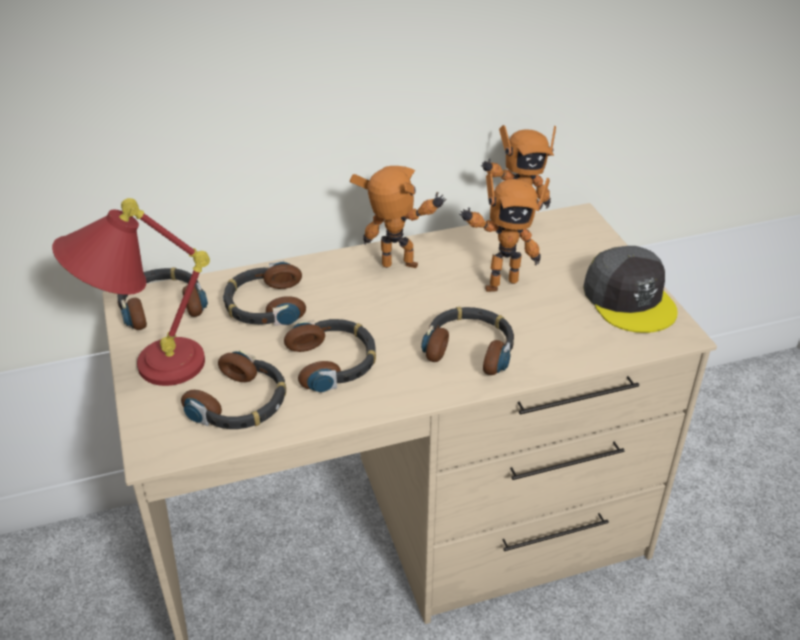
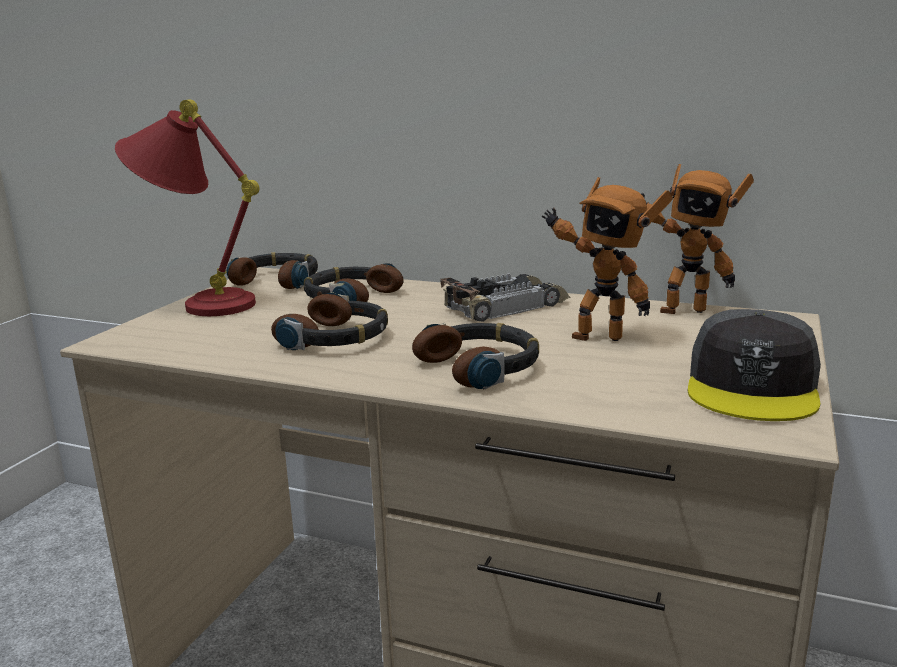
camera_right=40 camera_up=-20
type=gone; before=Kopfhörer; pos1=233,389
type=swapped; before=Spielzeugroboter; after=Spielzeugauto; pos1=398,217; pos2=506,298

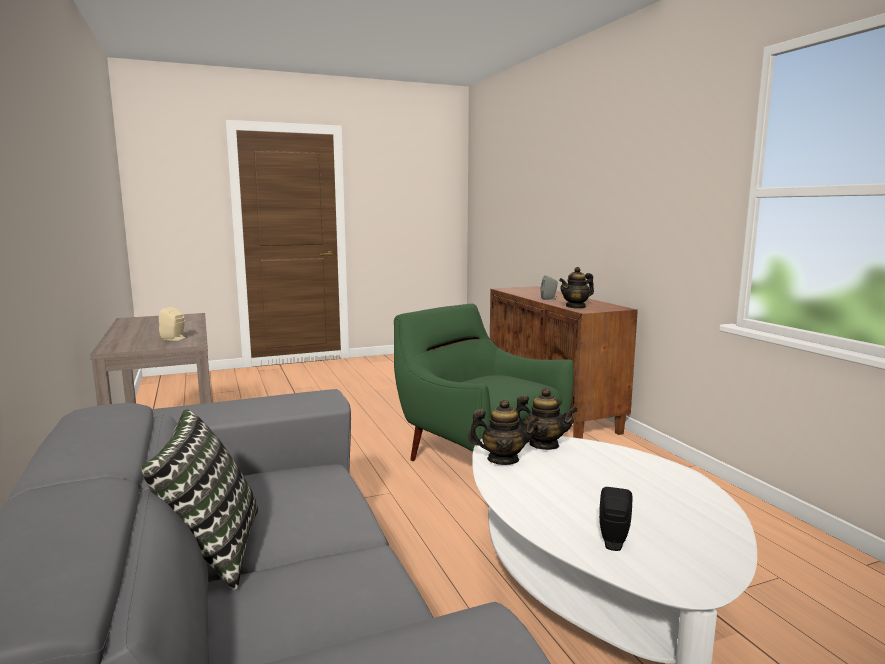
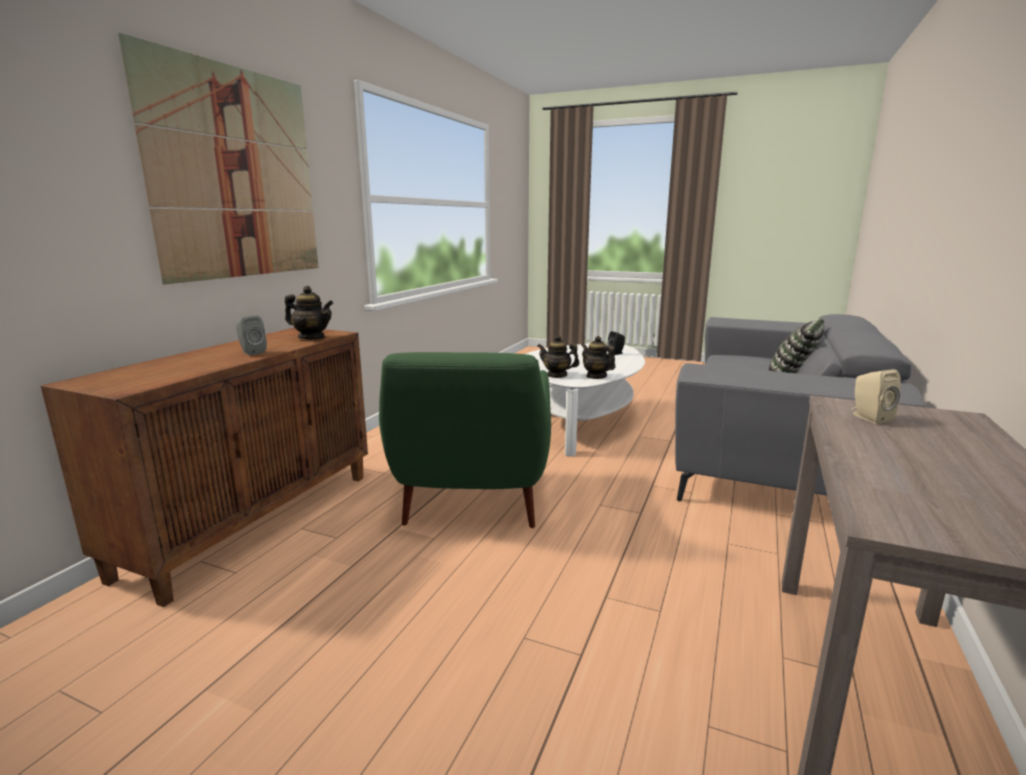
camera_right=-135 camera_up=5
type=new; after=Bild; pos2=218,159
type=rotated; before=Teekanne; pos1=547,419; pos2=559,356; turn=-45

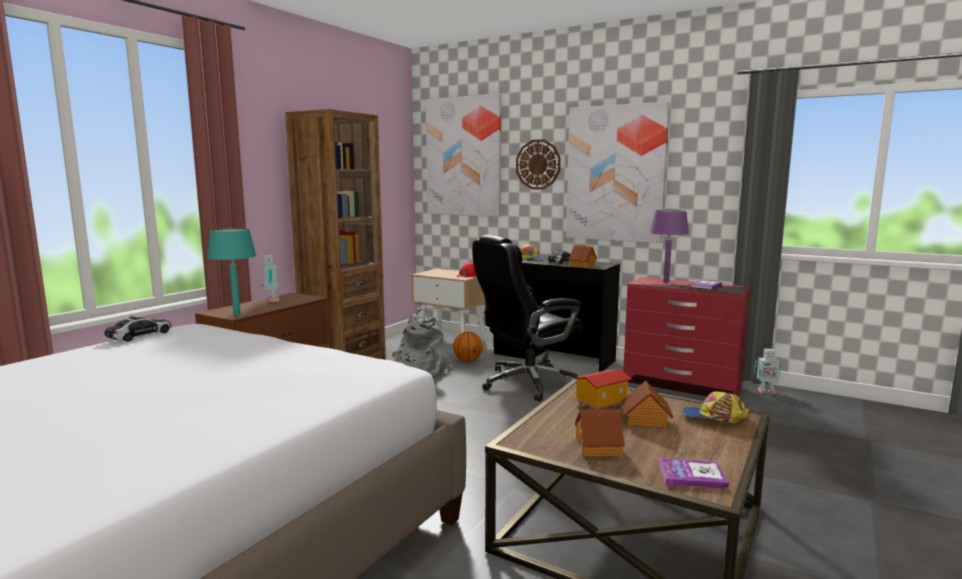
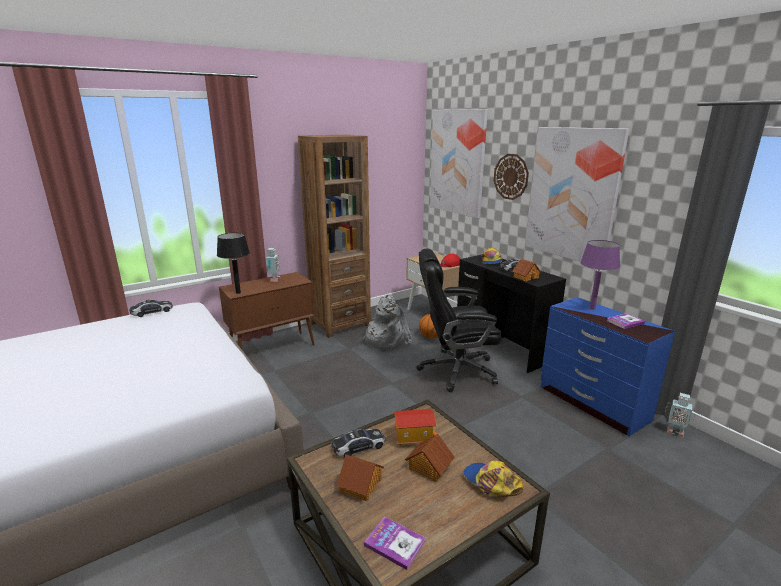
camera_right=25 camera_up=10
type=new; after=Spielzeugauto; pos2=358,443
type=repainted; before=Tischlampe (türkis); after=Tischlampe (schwarz); pos1=231,272; pos2=233,263
type=repainted; before=Kommode (rot); after=Kommode (blau); pos1=687,336; pos2=607,366

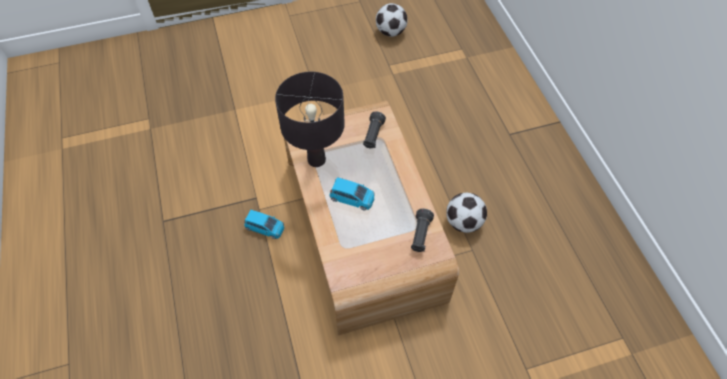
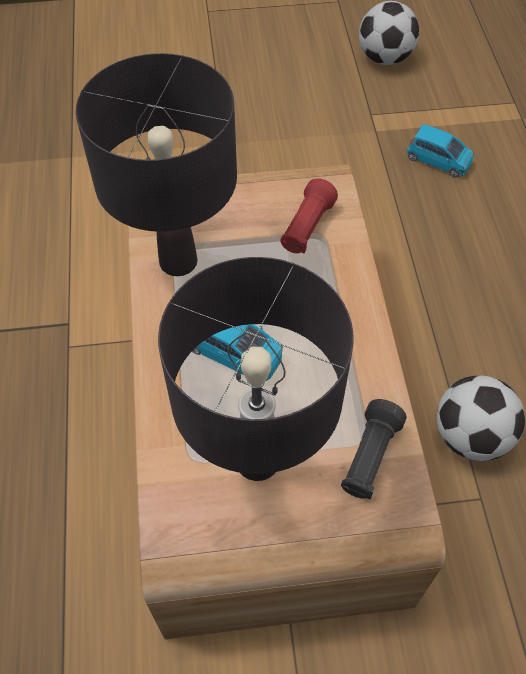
camera_right=10 camera_up=0
type=new; after=Tischlampe (schwarz); pos2=256,369
type=shifted; before=Spielzeugauto (blau); pos1=264,224; pos2=440,151
type=repainted; before=Taschenlampe (schwarz); after=Taschenlampe (rot); pos1=374,129; pos2=309,215

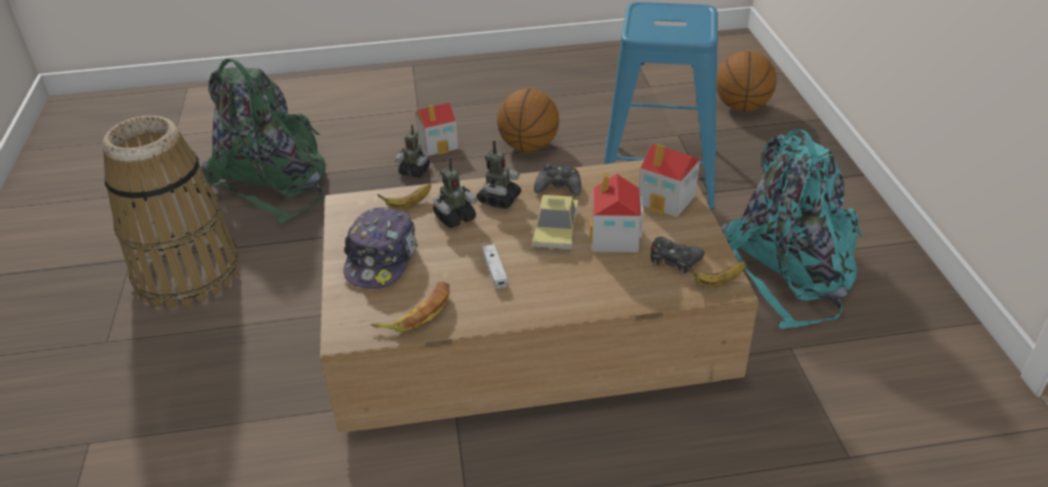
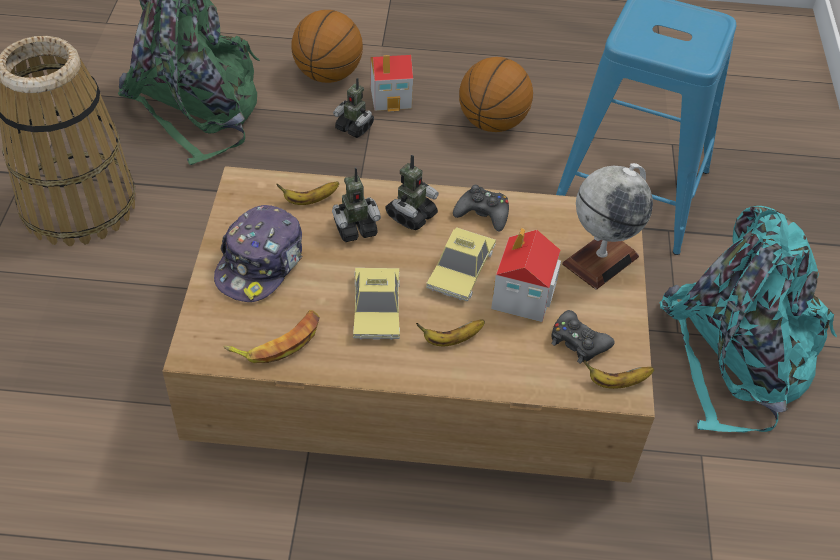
camera_right=10 camera_up=10
type=new; after=Banane; pos2=450,332
type=shifted; before=Basketball; pos1=747,81; pos2=327,46
type=swapped; before=Gamepad (weiß); after=Spielzeugauto; pos1=495,266; pos2=376,304
type=swapped; before=Spielzeughaus; after=Globus; pos1=669,180; pos2=607,226

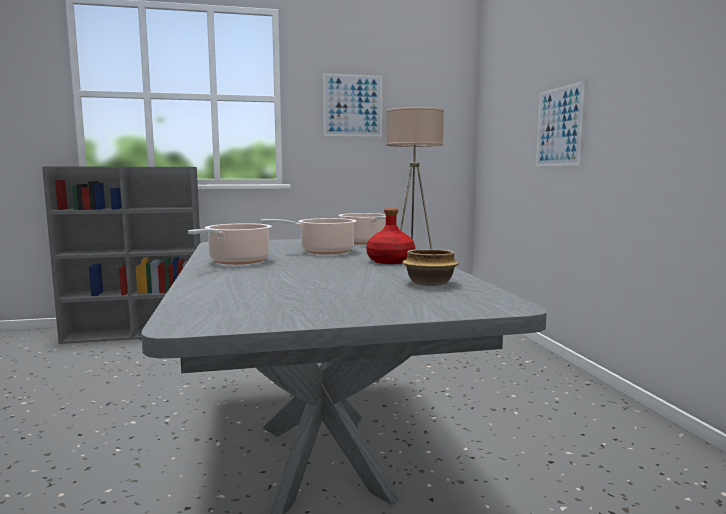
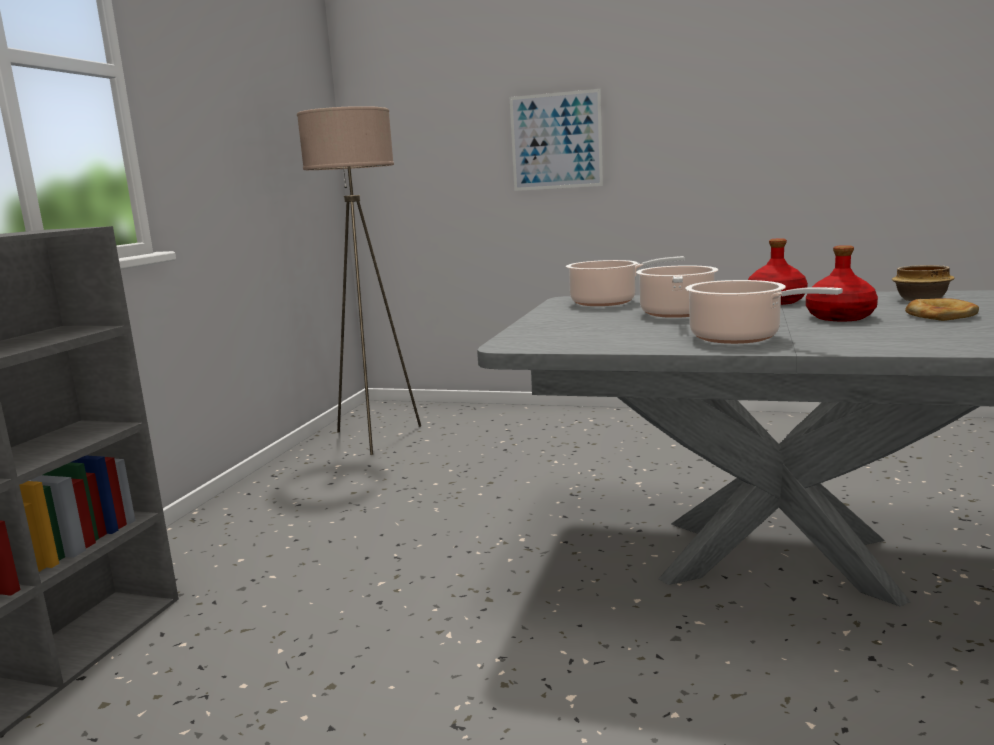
camera_right=-60 camera_up=5
type=gone; before=Bild; pos1=352,105
type=new; after=Flasche (rot); pos2=842,283
type=new; after=Brot; pos2=942,309

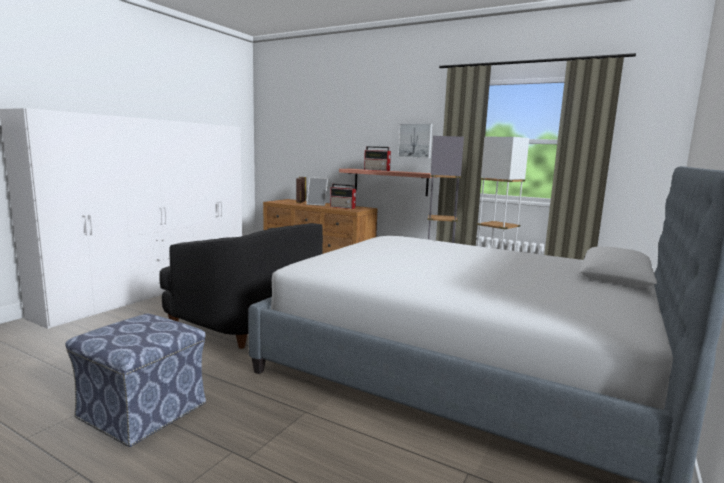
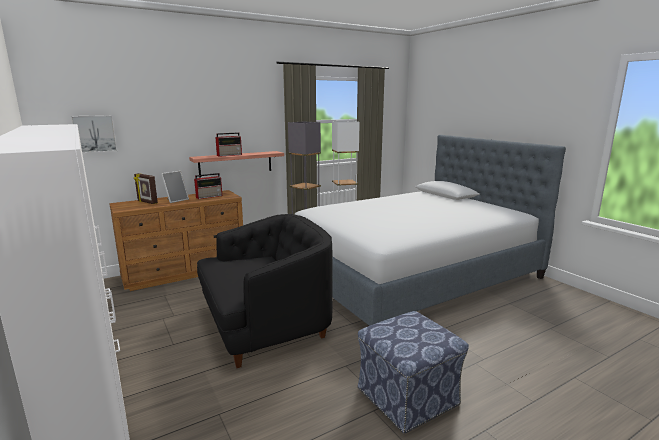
camera_right=-60 camera_up=5
type=shifted; before=Bild; pos1=415,141; pos2=94,134

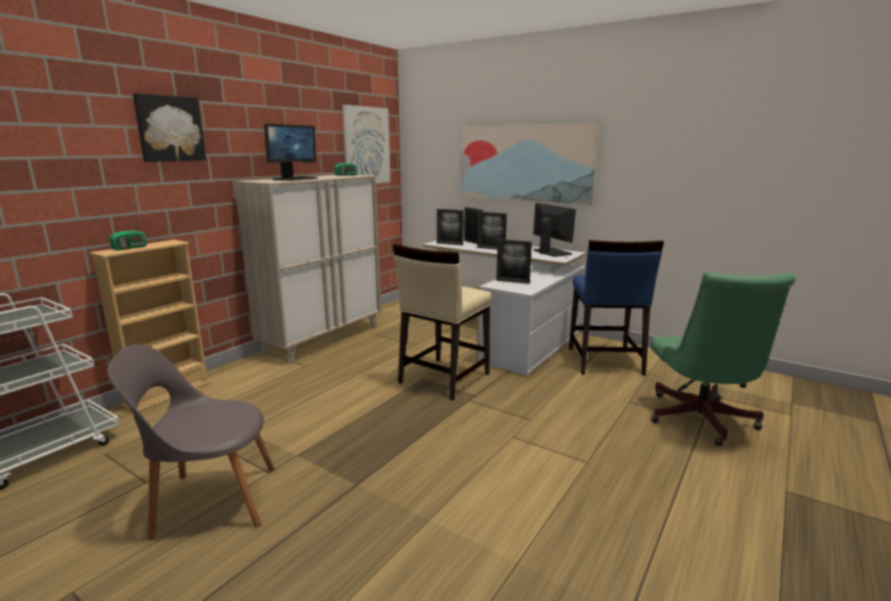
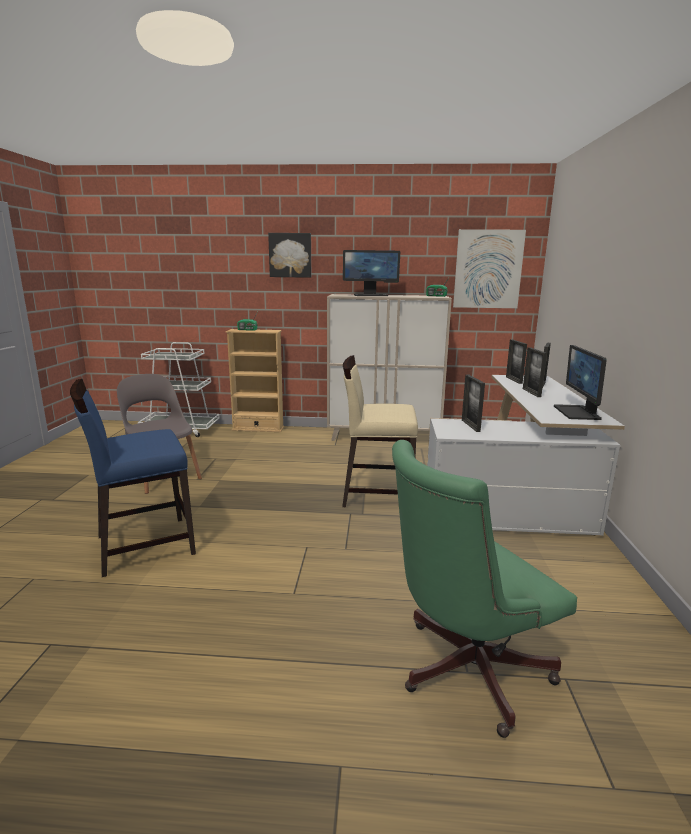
camera_right=60 camera_up=0
type=gone; before=Bild; pos1=529,164
type=shifted; before=Stuhl (blau); pos1=616,308; pos2=133,478
type=rotated; before=Monitor; pos1=554,230; pos2=580,382; turn=150

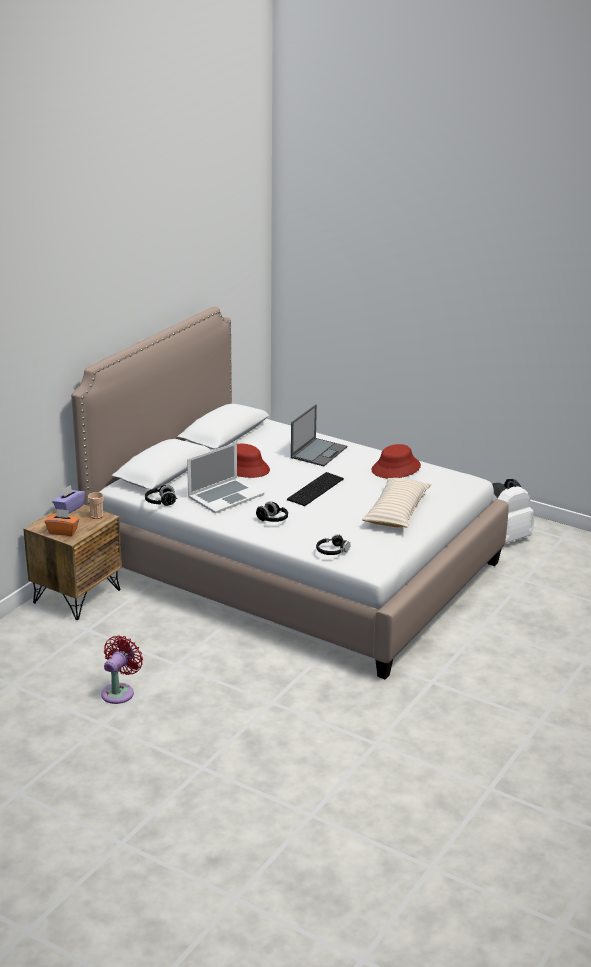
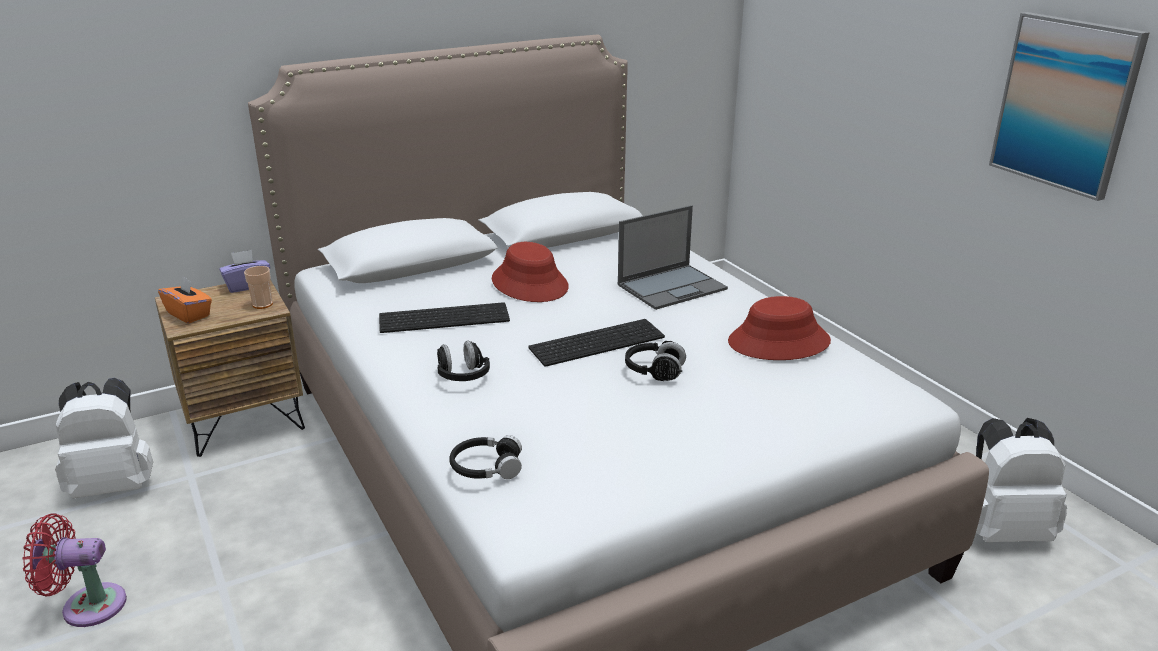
camera_right=30 camera_up=0
type=gone; before=Kissen (beige); pos1=396,503
type=new; after=Rucksack (weiß); pos2=104,438
type=new; after=Bild; pos2=1069,106
type=shifted; before=Kopfhörer (schwarz); pos1=161,495; pos2=655,361
type=swapped; before=Laptop; after=Tastatur; pos1=225,478; pos2=444,317
type=rotated; before=Ventilator (rot); pos1=122,669; pos2=74,570; turn=-150

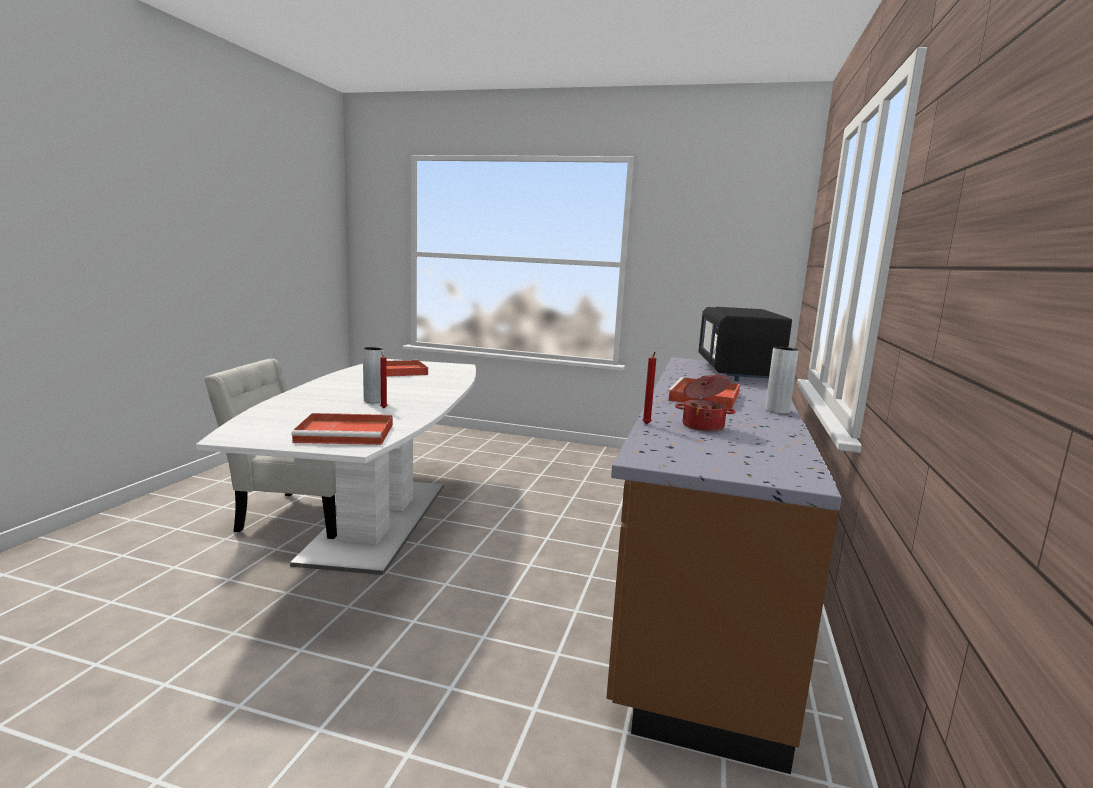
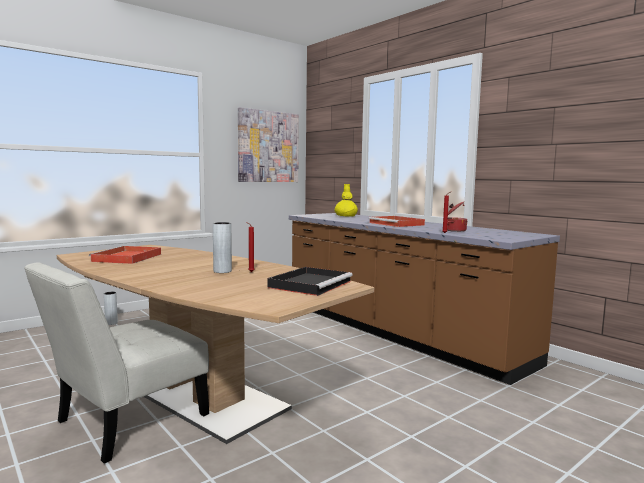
camera_right=-55 camera_up=-5
type=new; after=Bild; pos2=268,144
type=shifted; before=Vase (grau); pos1=782,380; pos2=111,308
type=swapped; before=Mikrowelle (schwarz); after=Vase (gelb); pos1=745,344; pos2=346,200
type=repainted; before=Esstisch (weiß); after=Esstisch (braun); pos1=336,467; pos2=215,344
type=repainted; before=Tablett (rot); after=Tablett (schwarz); pos1=342,429; pos2=310,281

